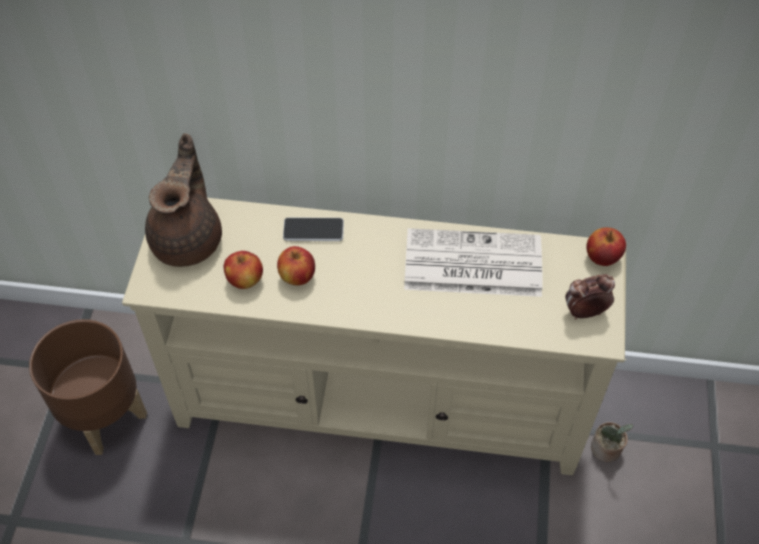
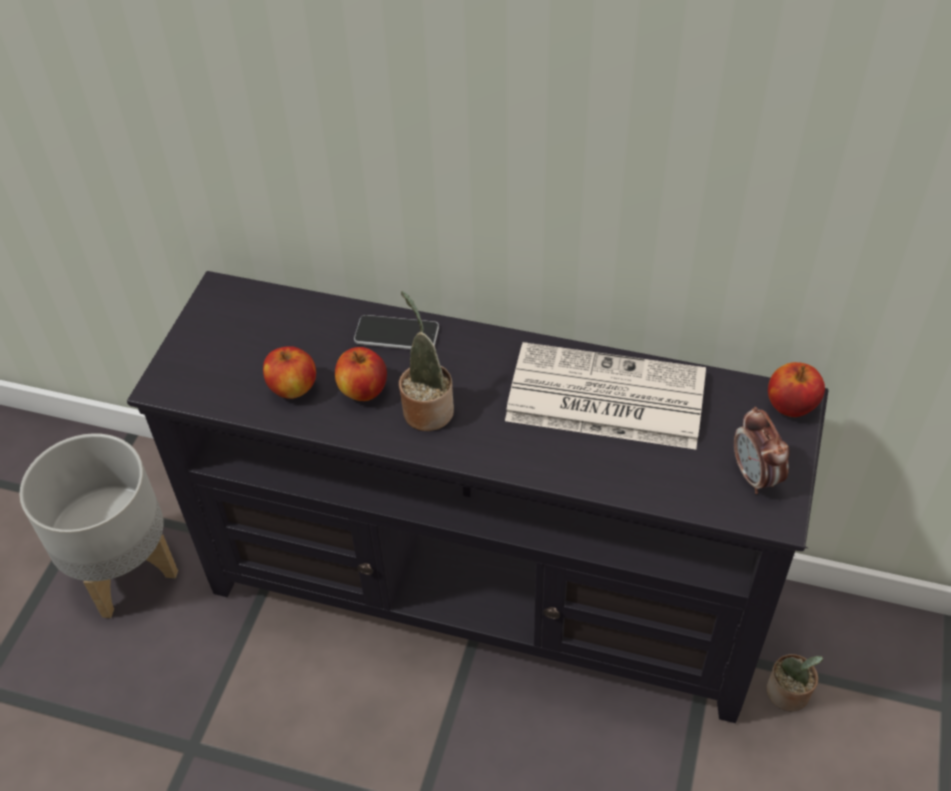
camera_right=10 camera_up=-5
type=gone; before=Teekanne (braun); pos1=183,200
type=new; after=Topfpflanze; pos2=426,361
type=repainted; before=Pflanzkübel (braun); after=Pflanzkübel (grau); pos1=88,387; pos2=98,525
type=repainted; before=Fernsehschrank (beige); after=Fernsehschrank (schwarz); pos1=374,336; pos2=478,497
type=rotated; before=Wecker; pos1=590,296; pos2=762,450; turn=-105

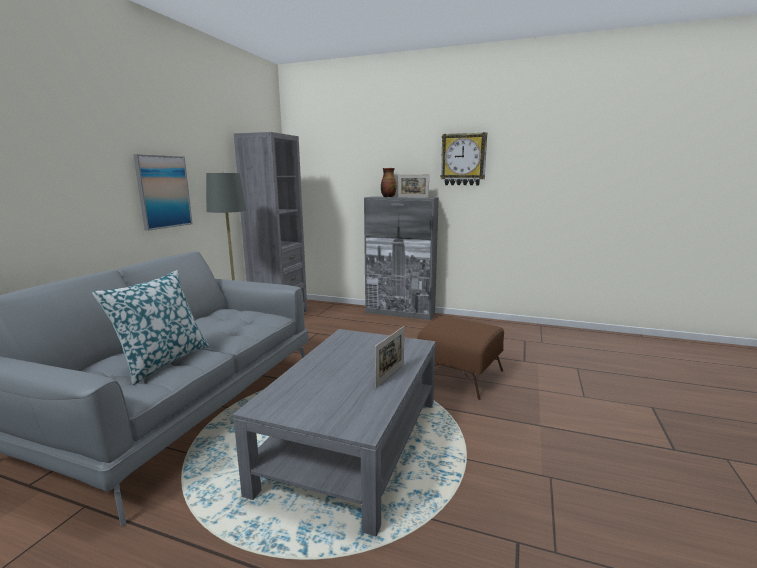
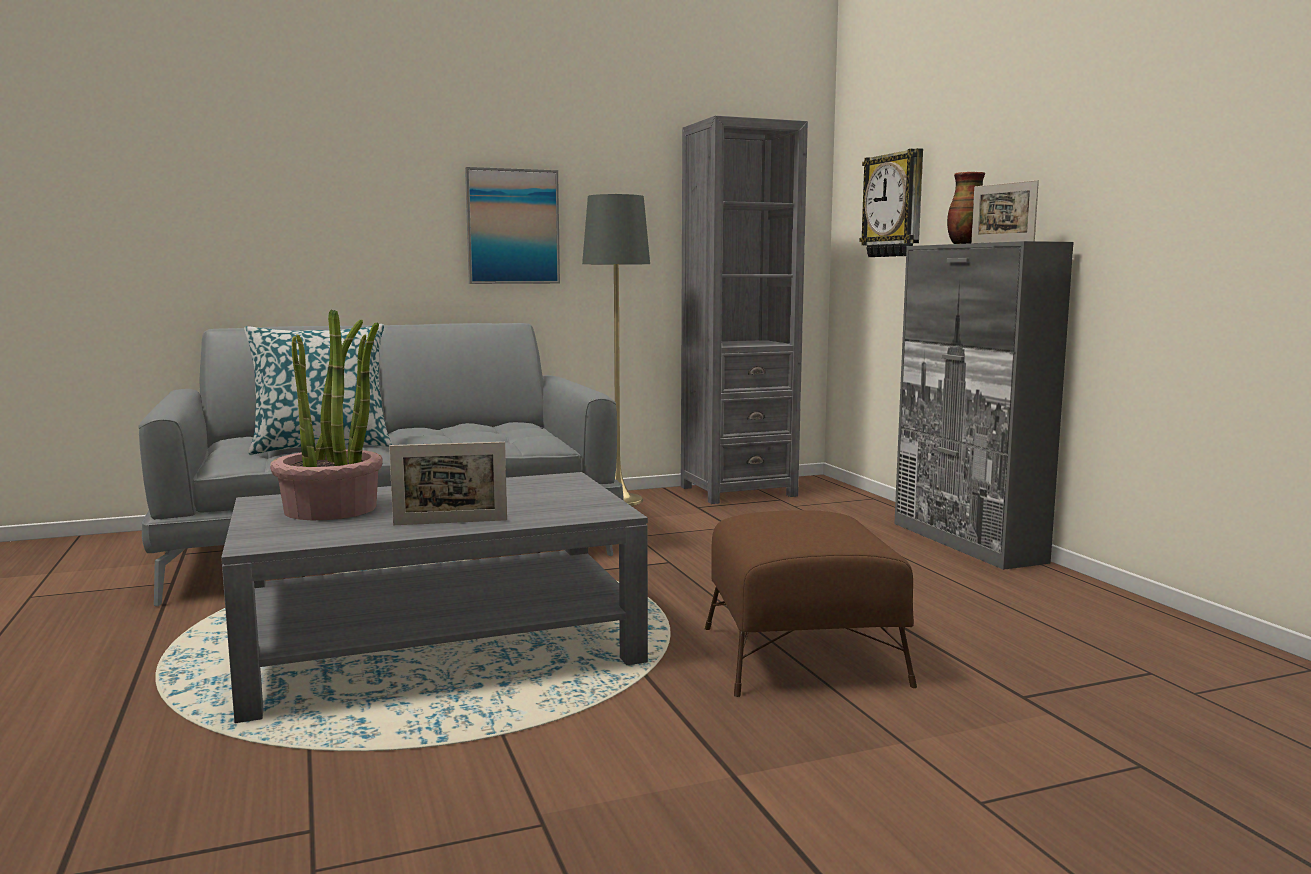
camera_right=50 camera_up=-5
type=new; after=Topfpflanze; pos2=326,414
type=shifted; before=Wanduhr; pos1=463,158; pos2=891,202

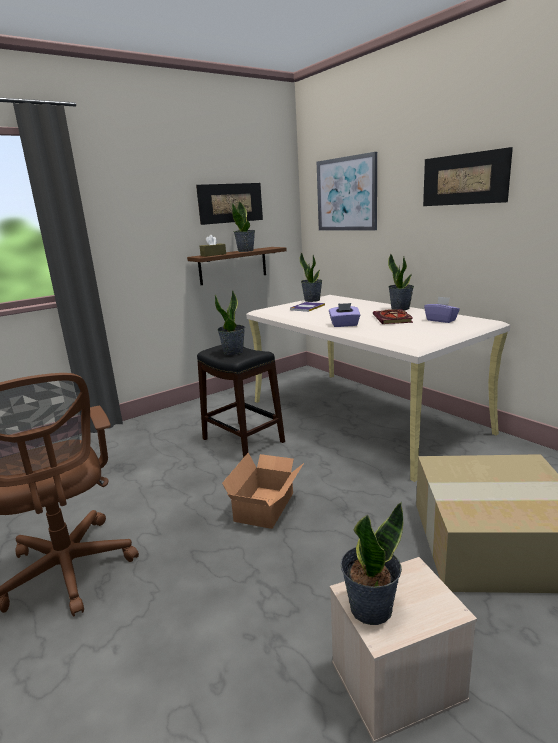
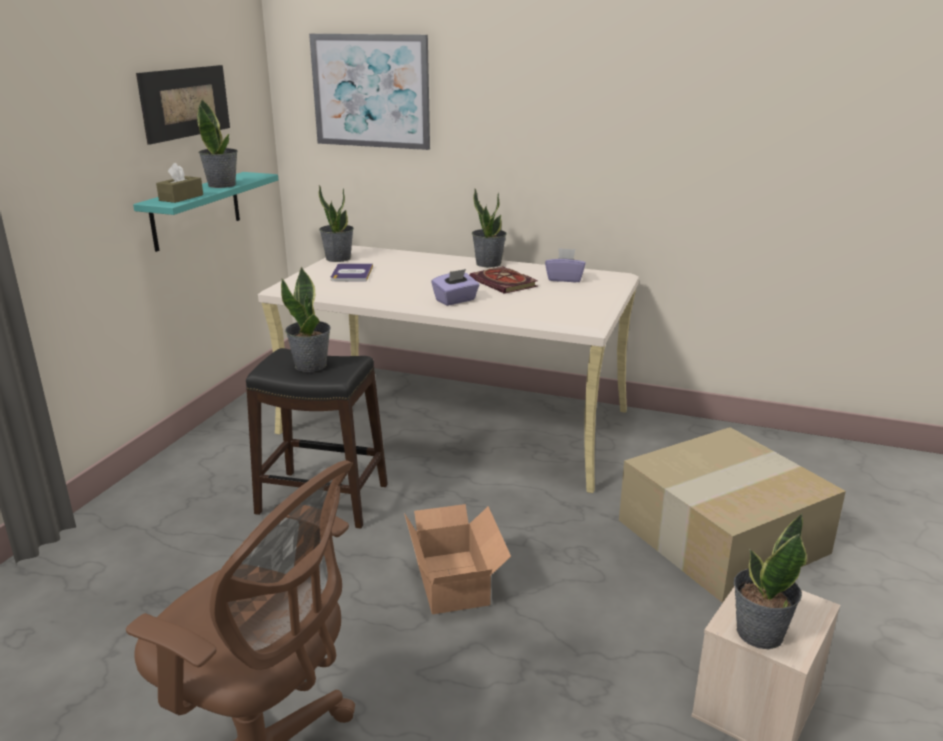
camera_right=-35 camera_up=5
type=gone; before=Bild; pos1=468,176
type=repainted; before=Wandregal (braun); after=Wandregal (türkis); pos1=237,266; pos2=205,212

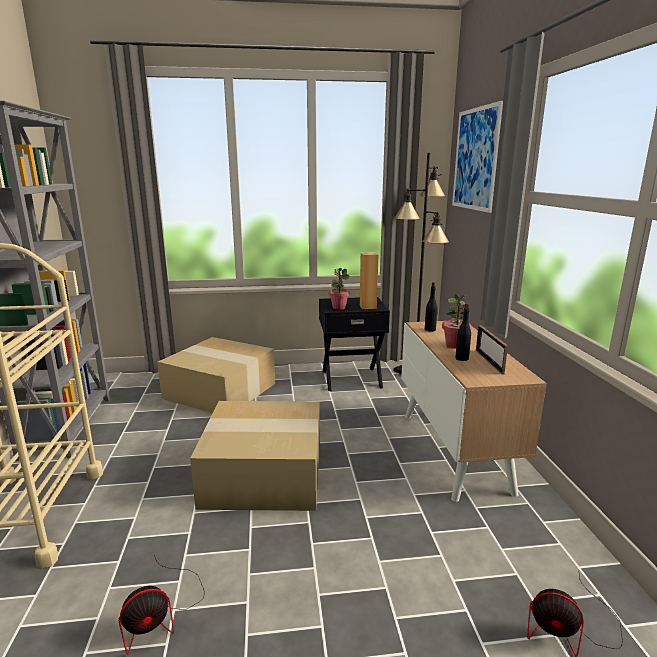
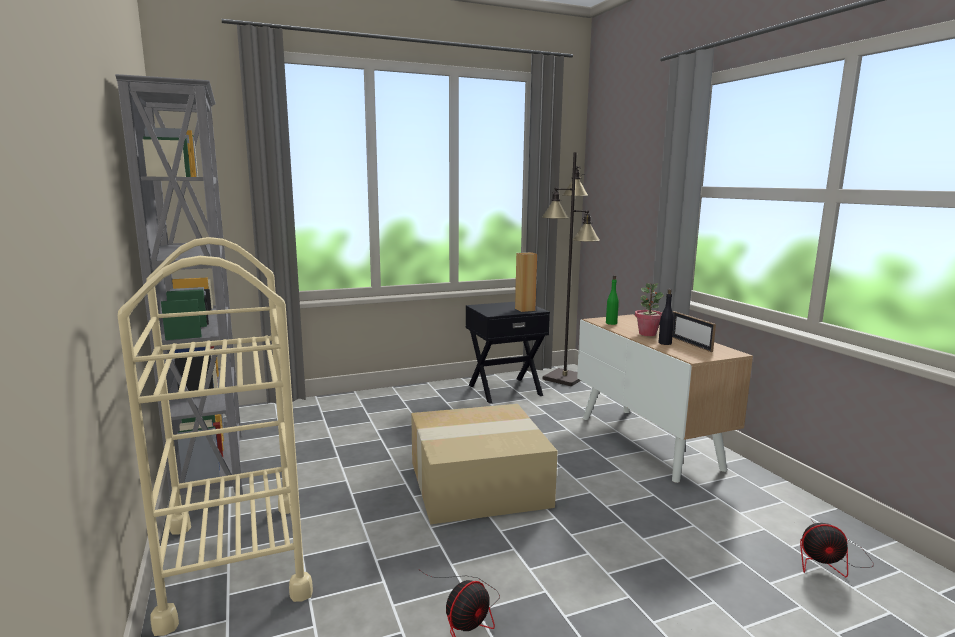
camera_right=-15 camera_up=-5
type=gone; before=Karton; pos1=216,375
type=gone; before=Topfpflanze; pos1=339,289
type=gone; before=Bild; pos1=477,157
type=repainted; before=Flasche (schwarz); after=Flasche (grün); pos1=431,306; pos2=612,300

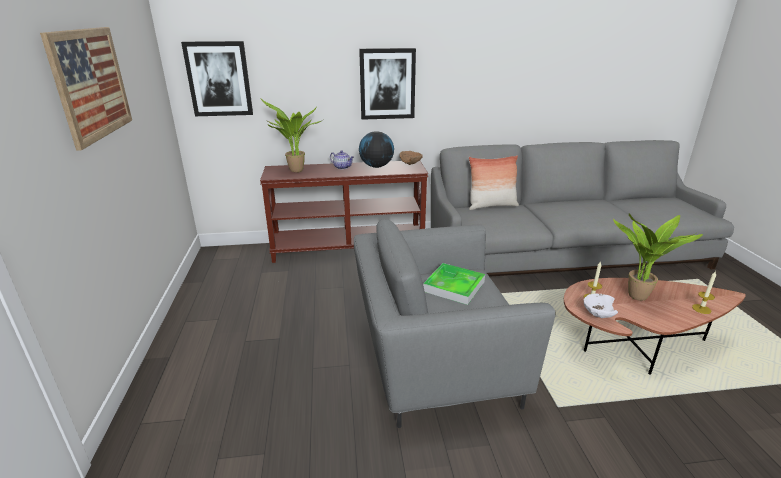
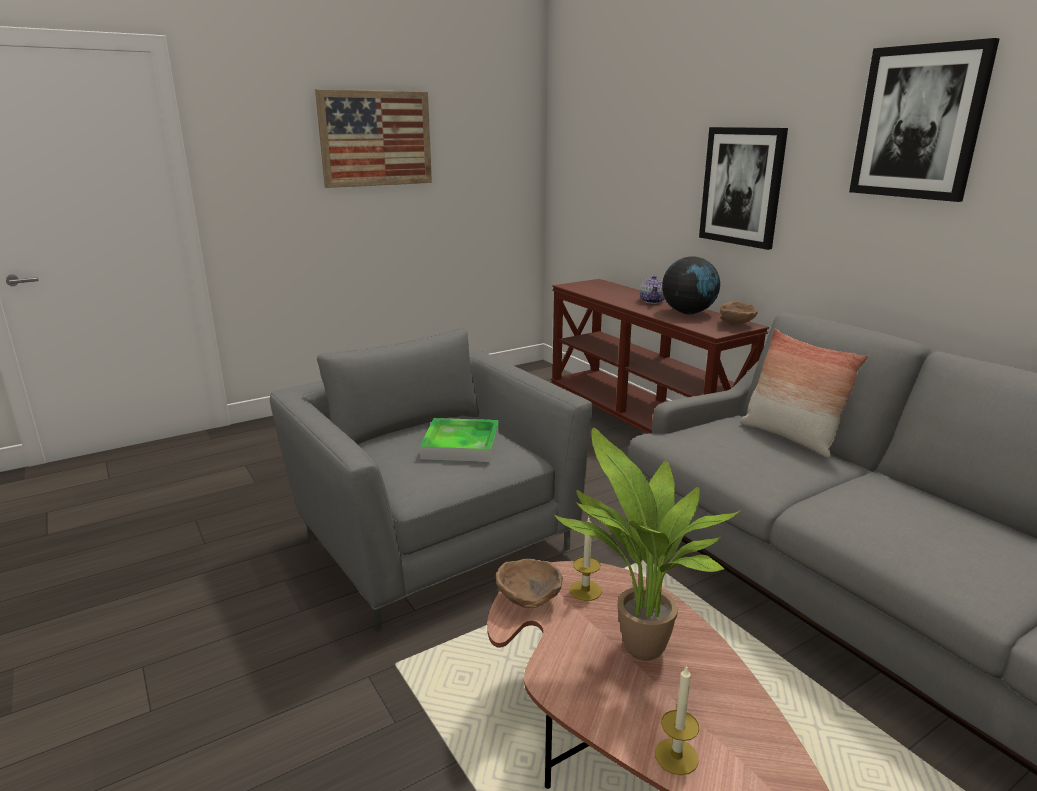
camera_right=65 camera_up=-5
type=gone; before=Topfpflanze; pos1=290,135
type=shifted; before=Bild; pos1=217,78; pos2=924,120
type=repainted; before=Schüssel (weiß); after=Schüssel (braun); pos1=600,306; pos2=529,583

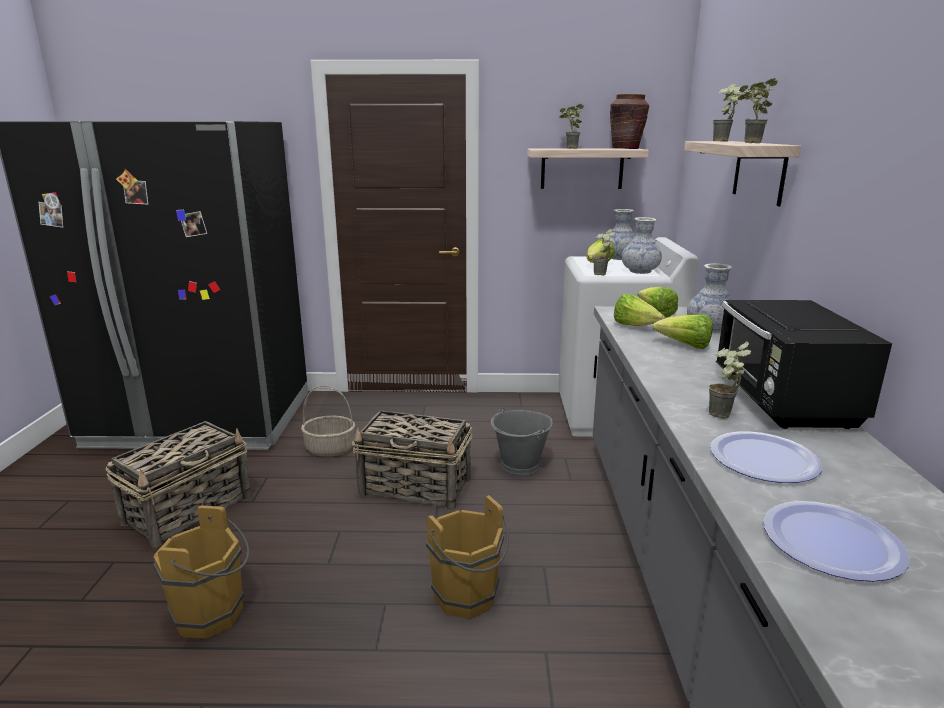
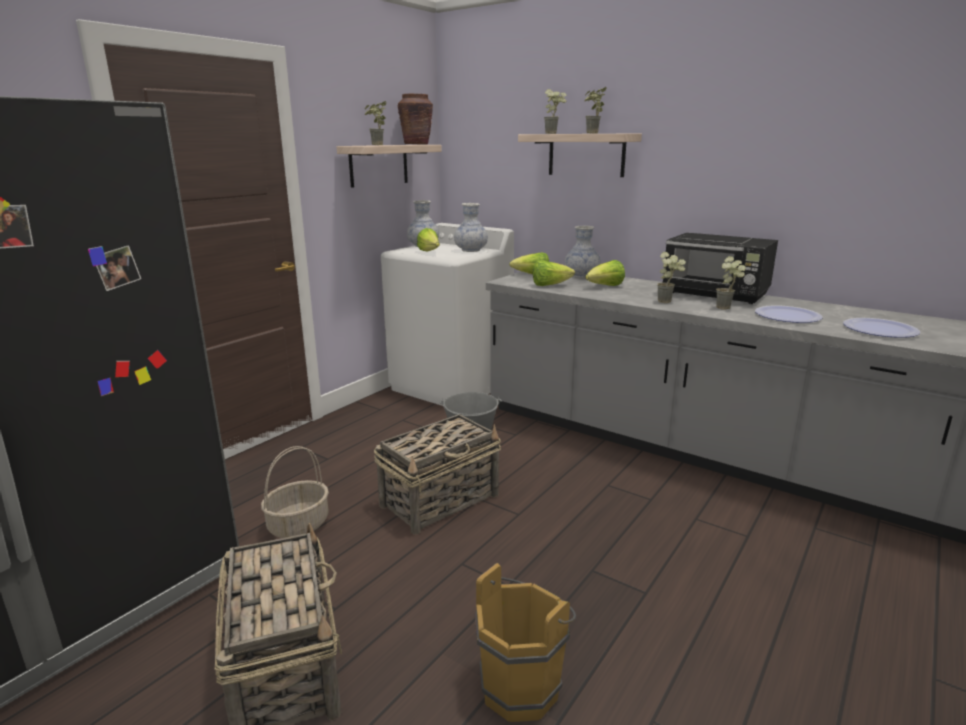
camera_right=-55 camera_up=0
type=gone; before=Eimer (braun); pos1=467,557
type=shifted; before=Topfpflanze; pos1=604,252; pos2=671,277

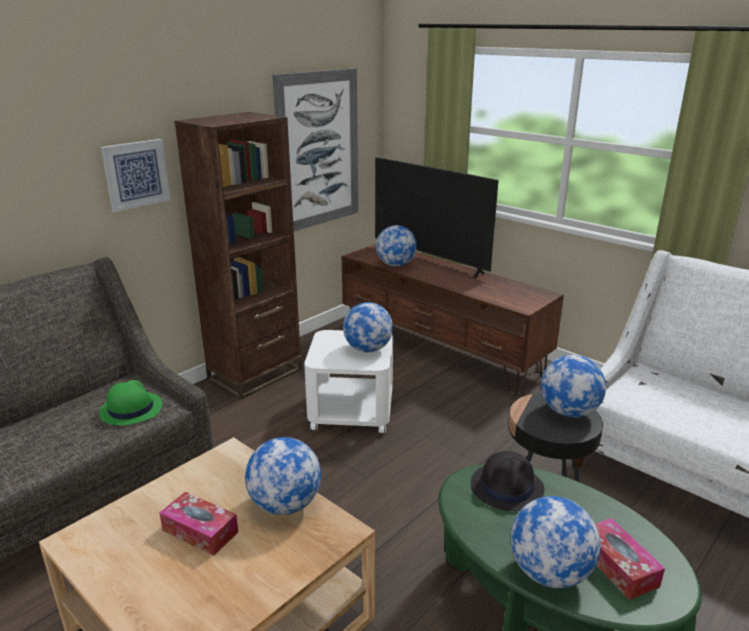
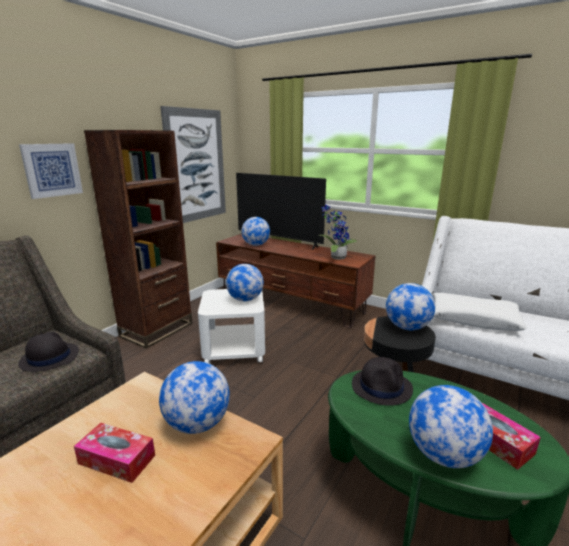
camera_right=-10 camera_up=-5
type=new; after=Topfpflanze; pos2=338,232
type=new; after=Kissen (weiß); pos2=480,312
type=repainted; before=Hut (grün); after=Hut (schwarz); pos1=131,402; pos2=48,352

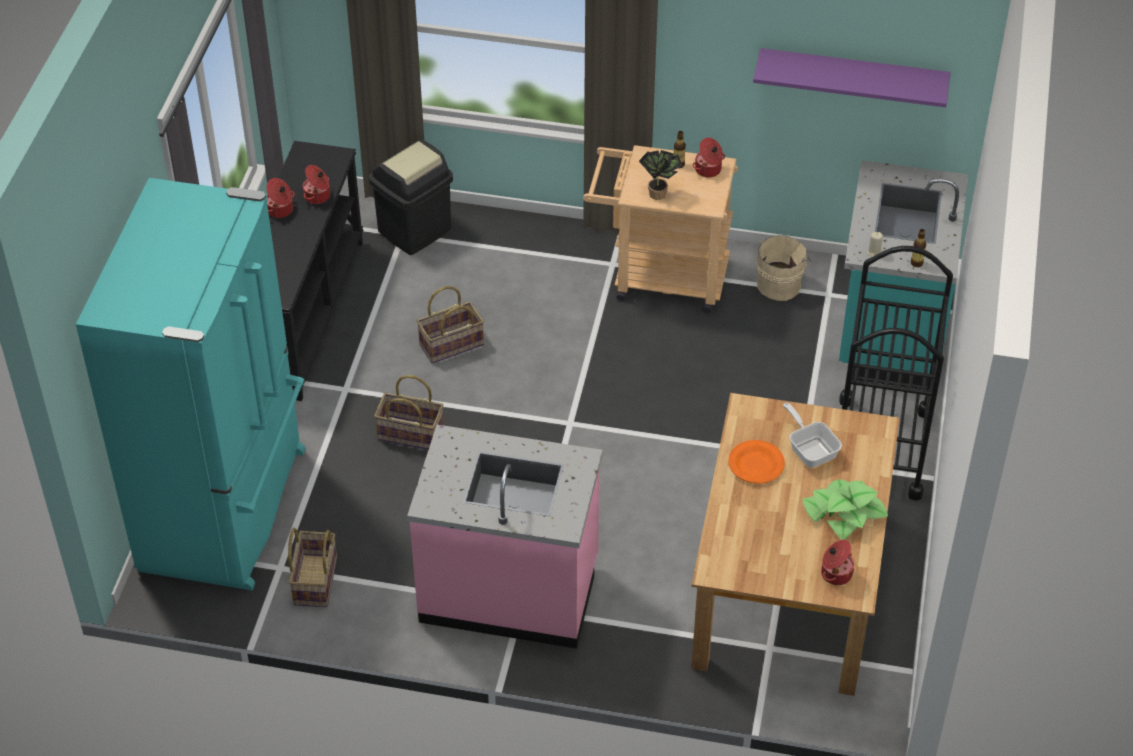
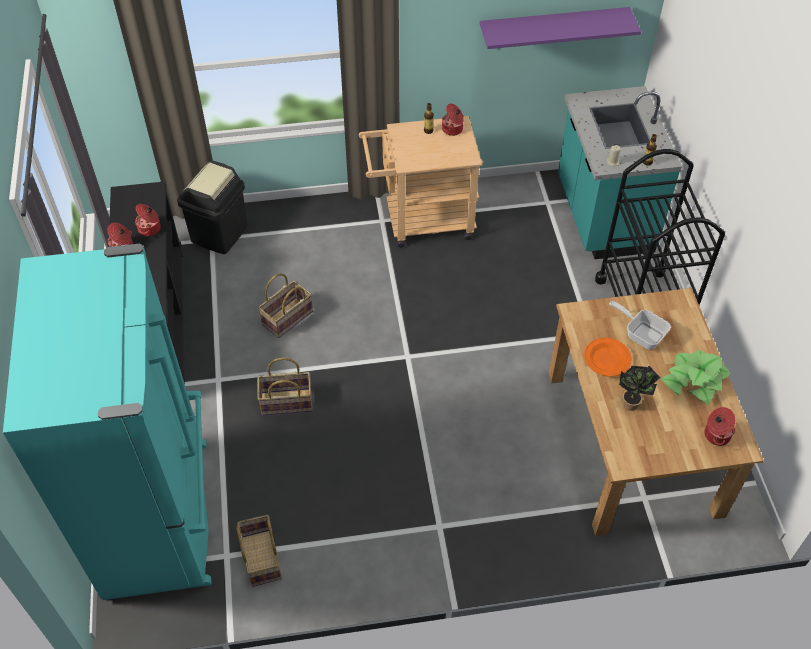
camera_right=-20 camera_up=5
type=gone; before=Küchenzeile (rosa); pos1=505,537
type=gone; before=Eimer (beige); pos1=783,268
type=shifted; before=Topfpflanze; pos1=660,175; pos2=639,388

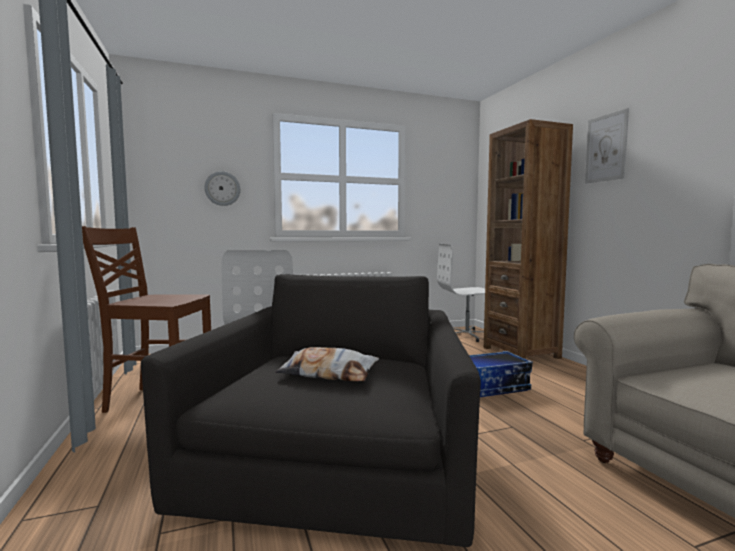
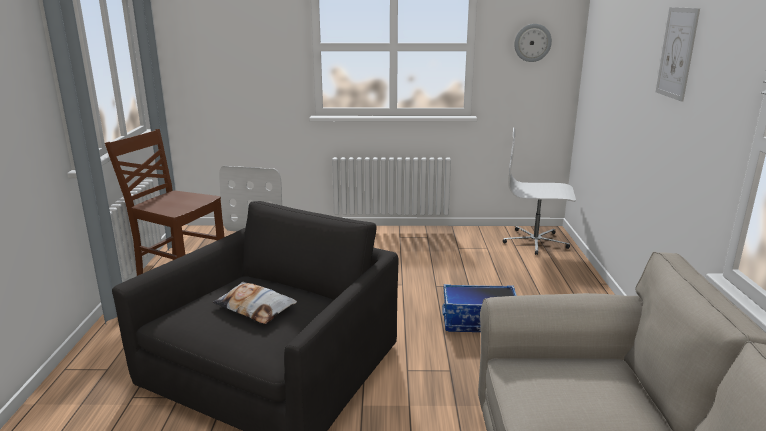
camera_right=20 camera_up=15
type=gone; before=Bücherregal (braun); pos1=528,239
type=shifted; before=Wanduhr; pos1=222,188; pos2=533,43

